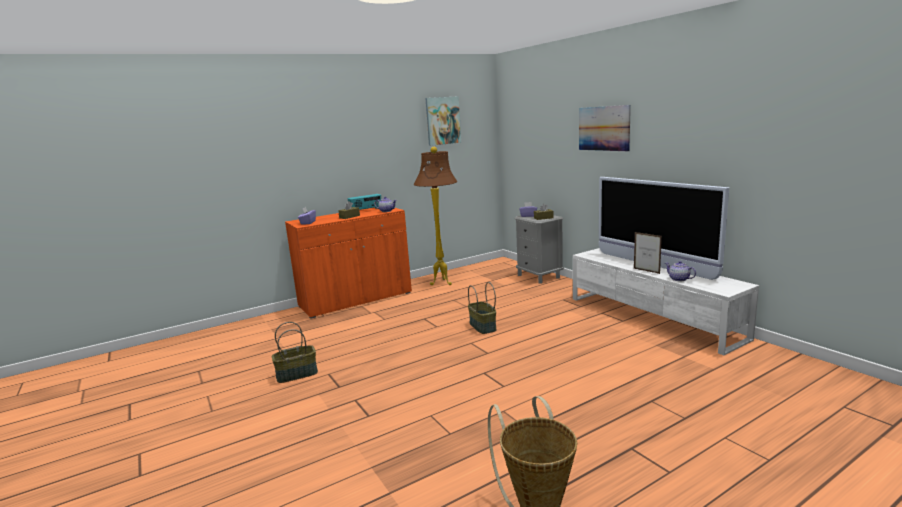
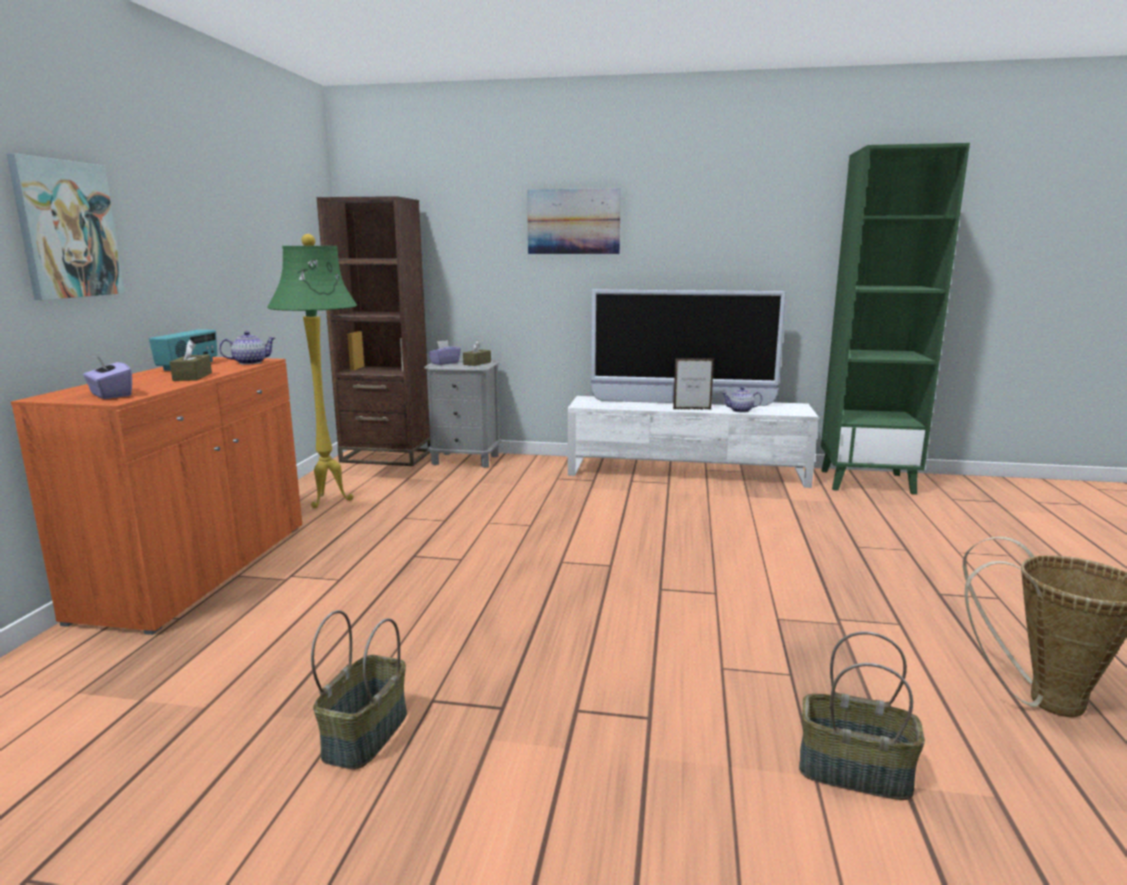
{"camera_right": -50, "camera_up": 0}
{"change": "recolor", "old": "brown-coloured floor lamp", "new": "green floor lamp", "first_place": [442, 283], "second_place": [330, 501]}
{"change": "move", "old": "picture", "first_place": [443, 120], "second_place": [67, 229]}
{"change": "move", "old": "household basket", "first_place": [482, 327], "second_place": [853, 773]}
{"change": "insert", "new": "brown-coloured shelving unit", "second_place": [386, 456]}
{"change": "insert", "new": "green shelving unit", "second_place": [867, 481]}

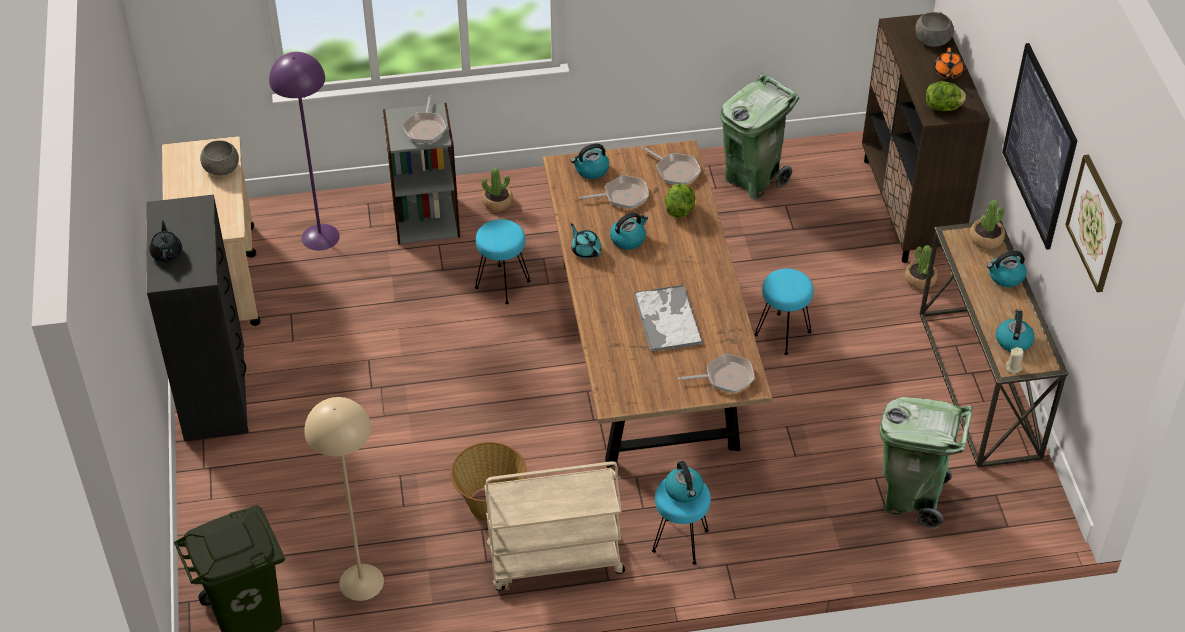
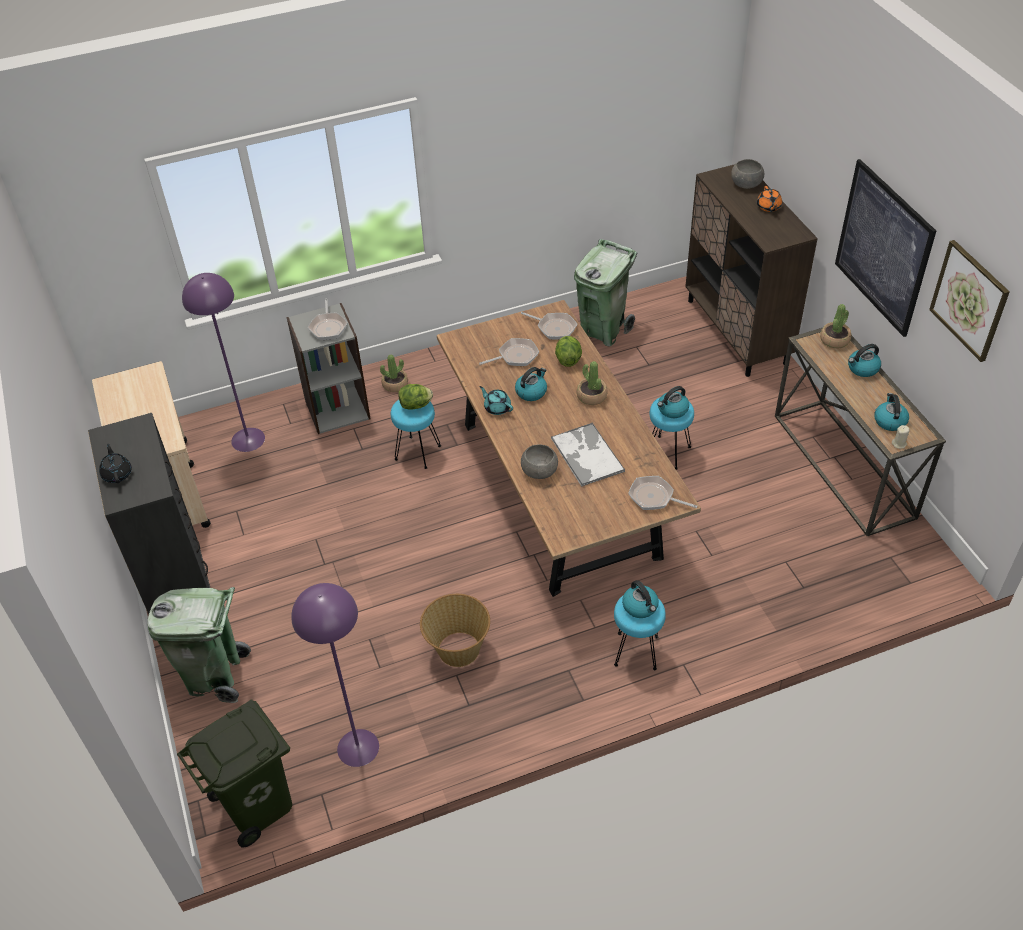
{"camera_right": -10, "camera_up": 0}
{"change": "move", "old": "gray bowl", "first_place": [222, 168], "second_place": [540, 471]}
{"change": "recolor", "old": "beige floor lamp", "new": "purplish floor lamp", "first_place": [361, 581], "second_place": [357, 747]}
{"change": "delete", "old": "beige trolley", "first_place": [554, 561]}
{"change": "move", "old": "kettle", "first_place": [591, 170], "second_place": [672, 410]}
{"change": "rotate", "old": "pan", "first_place": [725, 377], "second_place": [654, 497], "degrees": -135}
{"change": "move", "old": "green trash can", "first_place": [912, 497], "second_place": [215, 676]}
{"change": "move", "old": "potted plant", "first_place": [920, 279], "second_place": [591, 396]}
{"change": "move", "old": "lettuce head", "first_place": [943, 108], "second_place": [416, 405]}

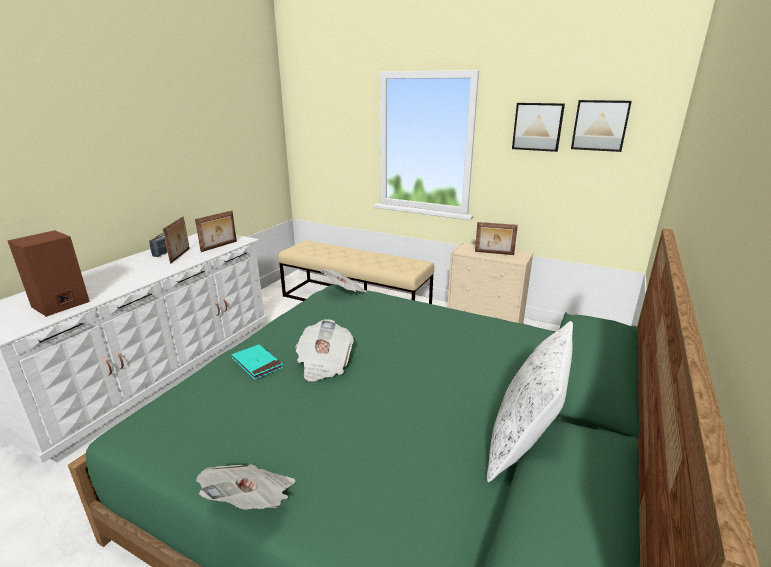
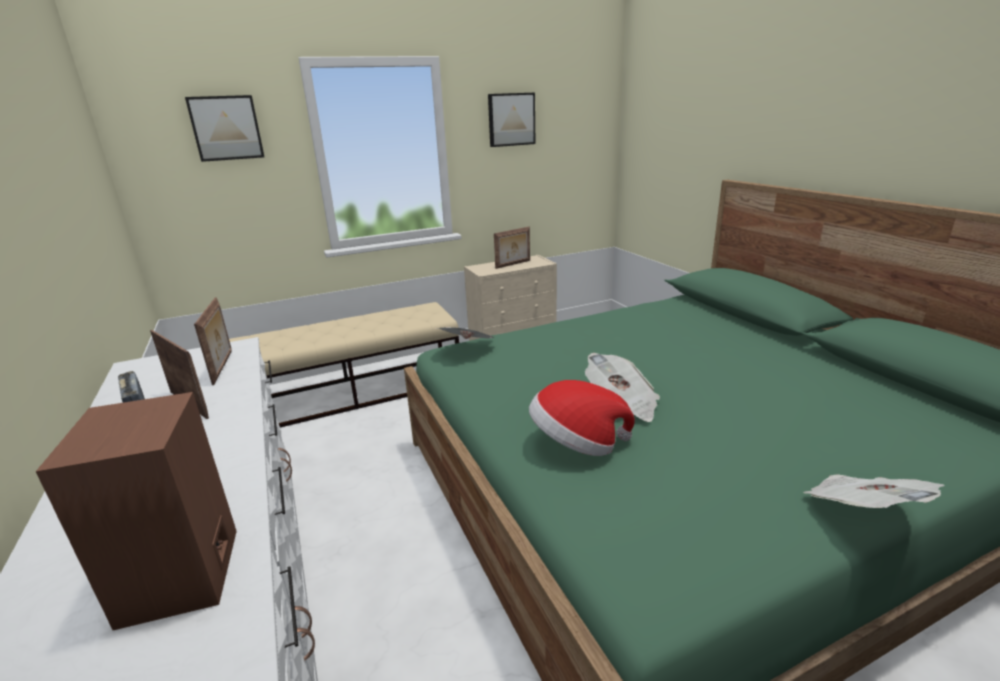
{"camera_right": -50, "camera_up": 0}
{"change": "replace", "old": "turquoise book", "new": "hat", "first_place": [257, 363], "second_place": [576, 444]}
{"change": "delete", "old": "white pillow", "first_place": [524, 444]}
{"change": "move", "old": "picture", "first_place": [600, 125], "second_place": [226, 128]}

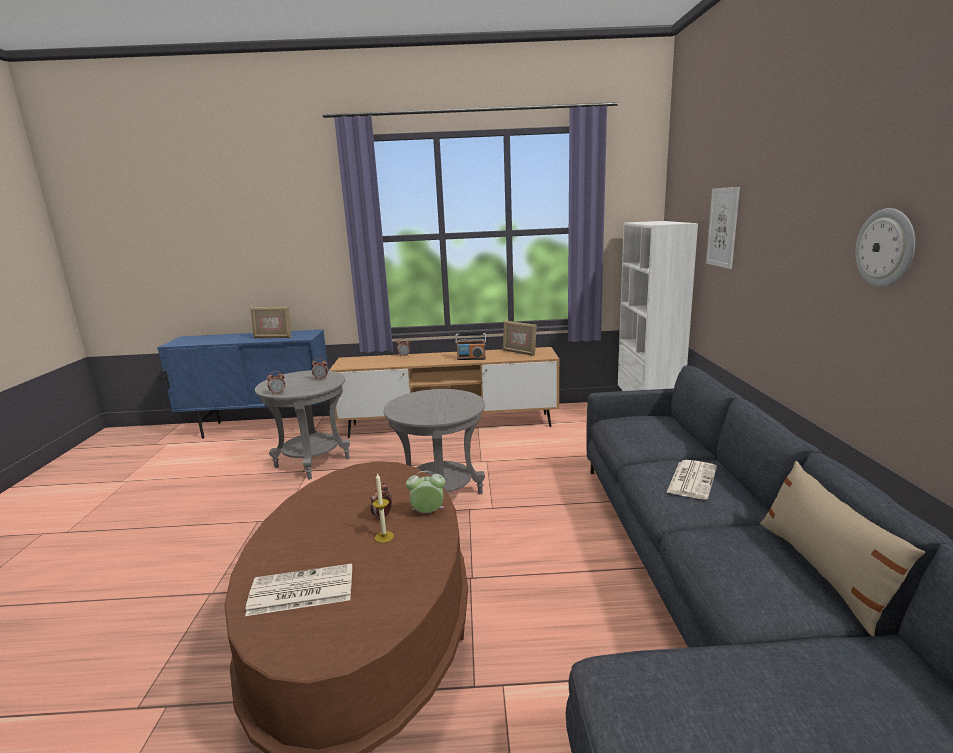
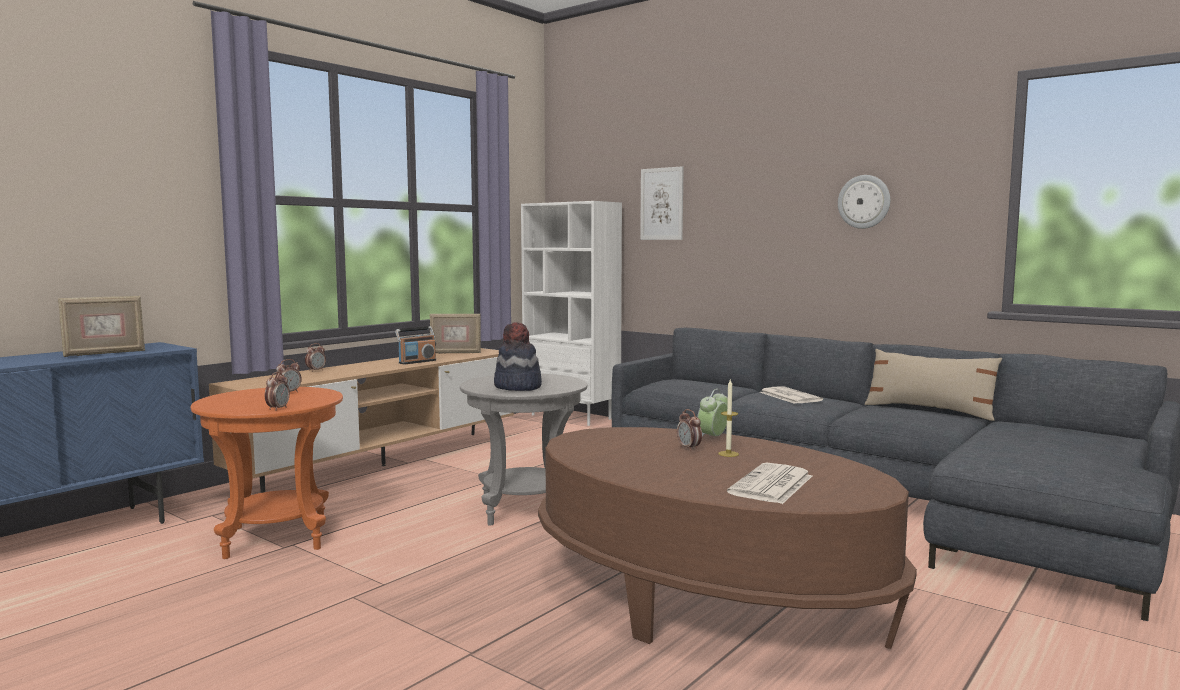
{"camera_right": -50, "camera_up": -10}
{"change": "recolor", "old": "gray side table", "new": "orange side table", "first_place": [312, 462], "second_place": [276, 537]}
{"change": "insert", "new": "hat", "second_place": [517, 387]}

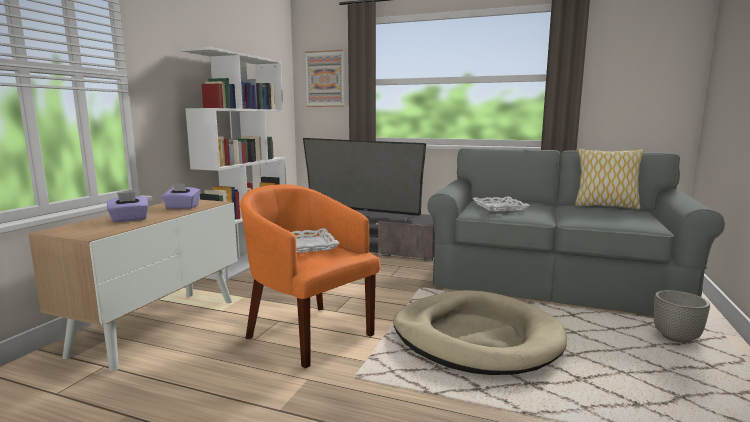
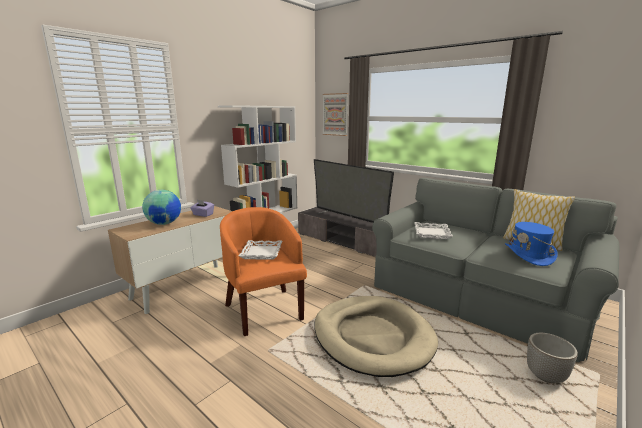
{"camera_right": 20, "camera_up": 5}
{"change": "replace", "old": "purplish box of tissues", "new": "desk globe", "first_place": [129, 219], "second_place": [164, 223]}
{"change": "insert", "new": "blue-coloured hat", "second_place": [529, 255]}

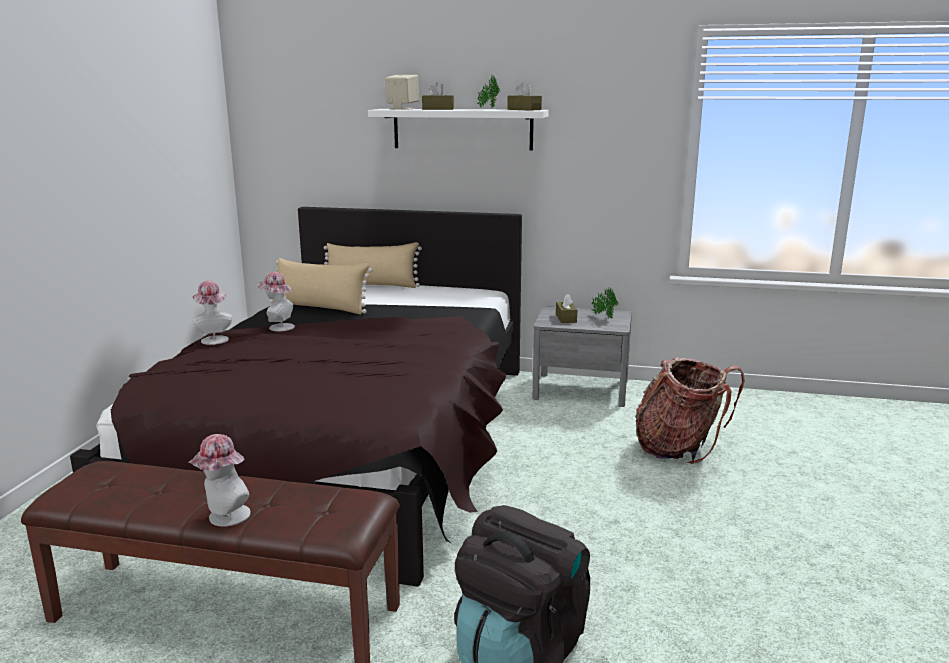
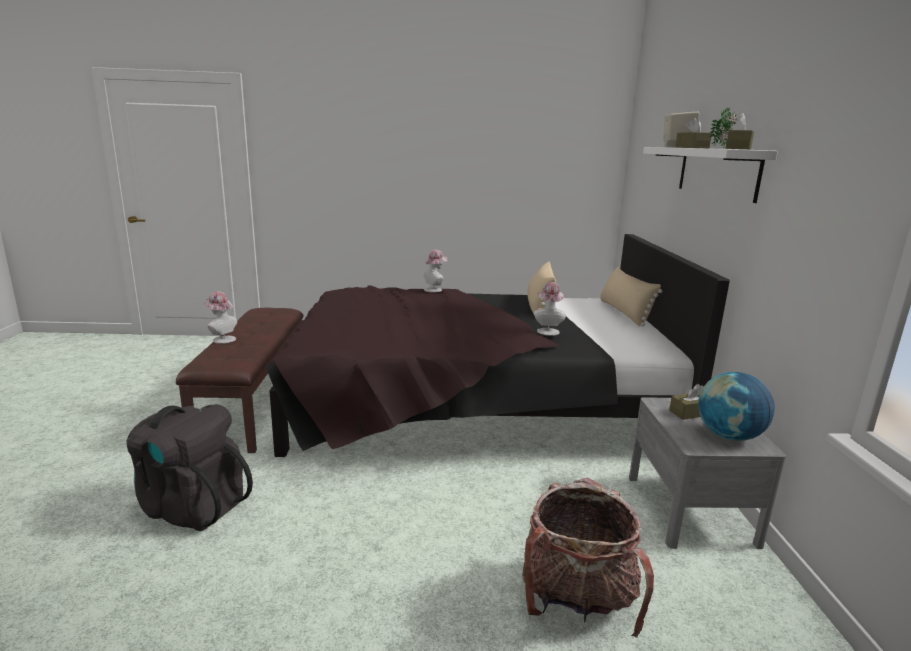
{"camera_right": 75, "camera_up": 0}
{"change": "move", "old": "hat", "first_place": [278, 327], "second_place": [547, 330]}
{"change": "replace", "old": "potted plant", "new": "desk globe", "first_place": [604, 317], "second_place": [729, 436]}

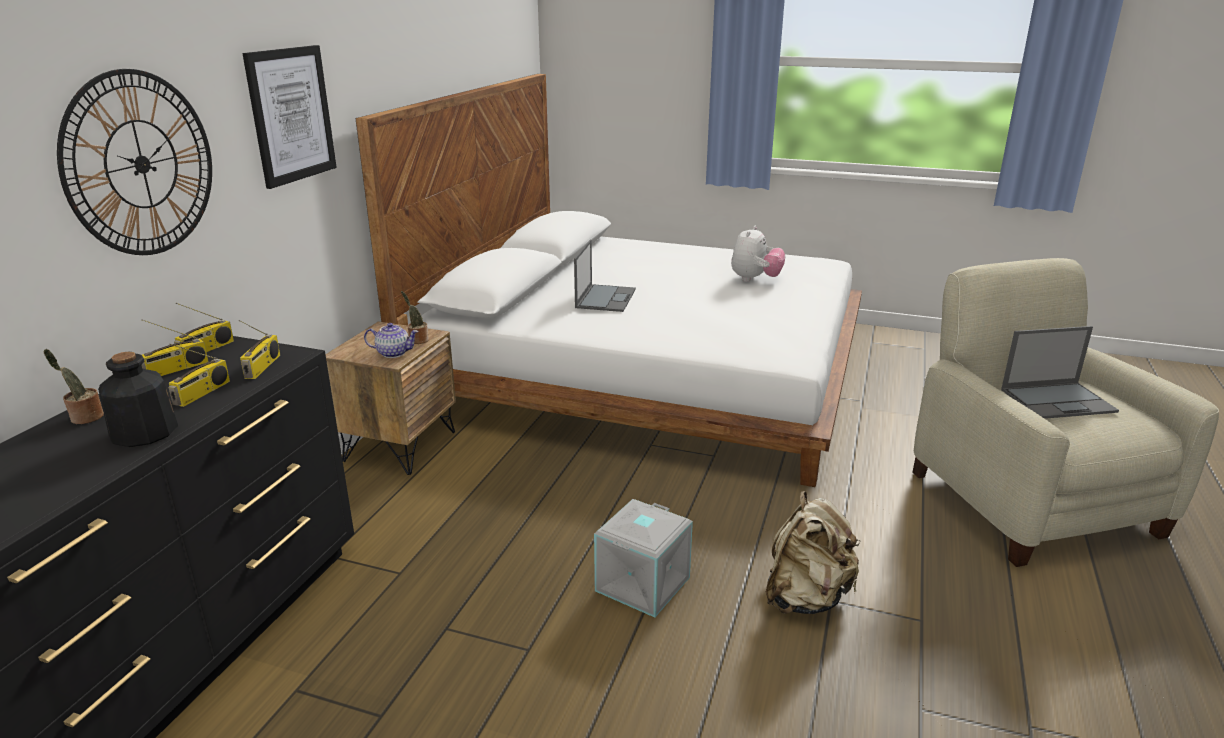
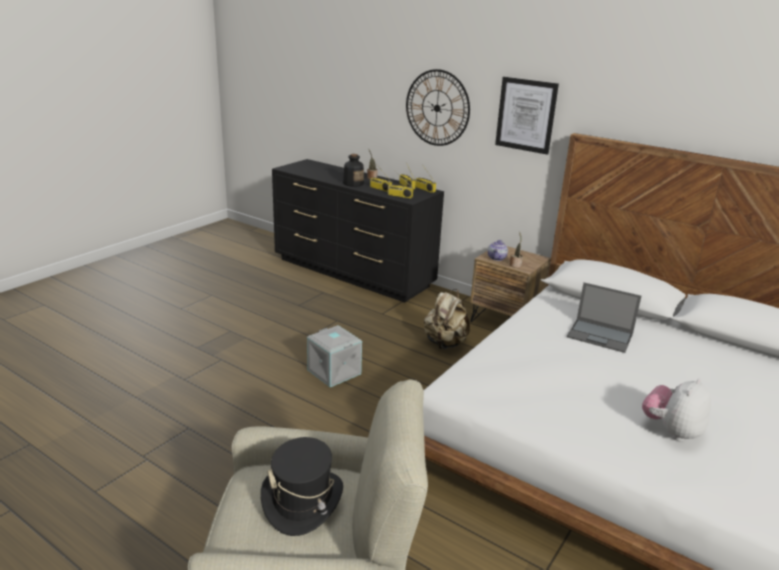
{"camera_right": 105, "camera_up": 0}
{"change": "rotate", "old": "cuddly toy", "first_place": [755, 279], "second_place": [671, 431], "degrees": 90}
{"change": "move", "old": "beige rucksack", "first_place": [806, 598], "second_place": [445, 344]}
{"change": "replace", "old": "laptop", "new": "blackish hat", "first_place": [1058, 400], "second_place": [302, 501]}

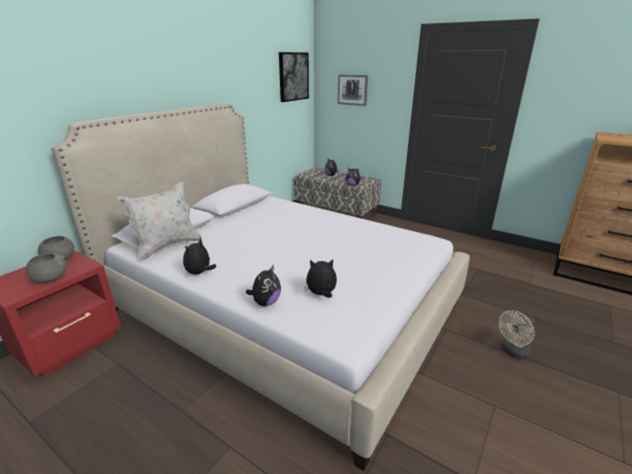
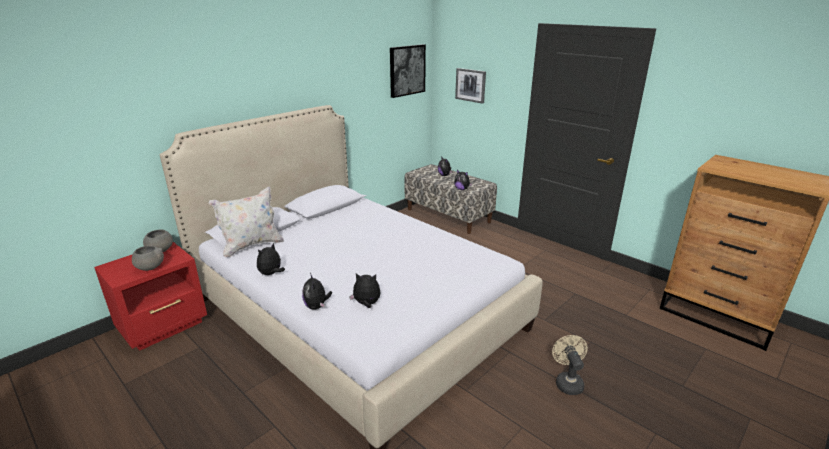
{"camera_right": 10, "camera_up": 0}
{"change": "rotate", "old": "cuddly toy", "first_place": [266, 302], "second_place": [317, 306], "degrees": 120}
{"change": "rotate", "old": "beige cooling fan", "first_place": [513, 352], "second_place": [567, 382], "degrees": 105}

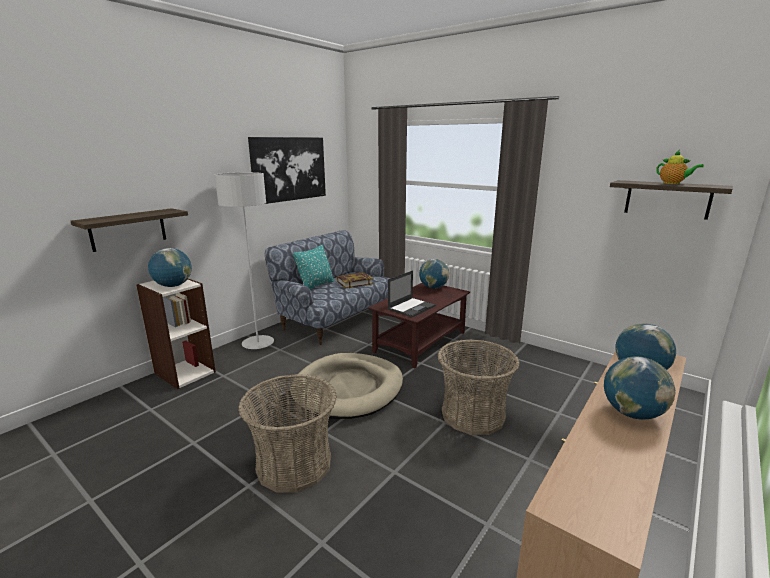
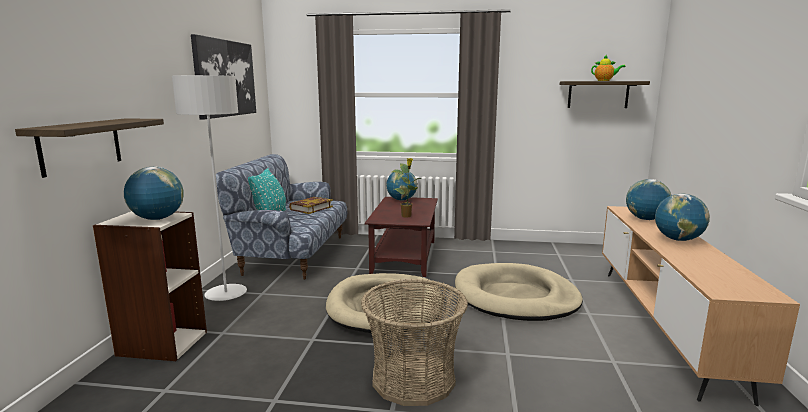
{"camera_right": -30, "camera_up": -5}
{"change": "replace", "old": "laptop", "new": "potted plant", "first_place": [412, 307], "second_place": [407, 216]}
{"change": "replace", "old": "household basket", "new": "beige dog bed", "first_place": [473, 415], "second_place": [515, 297]}

